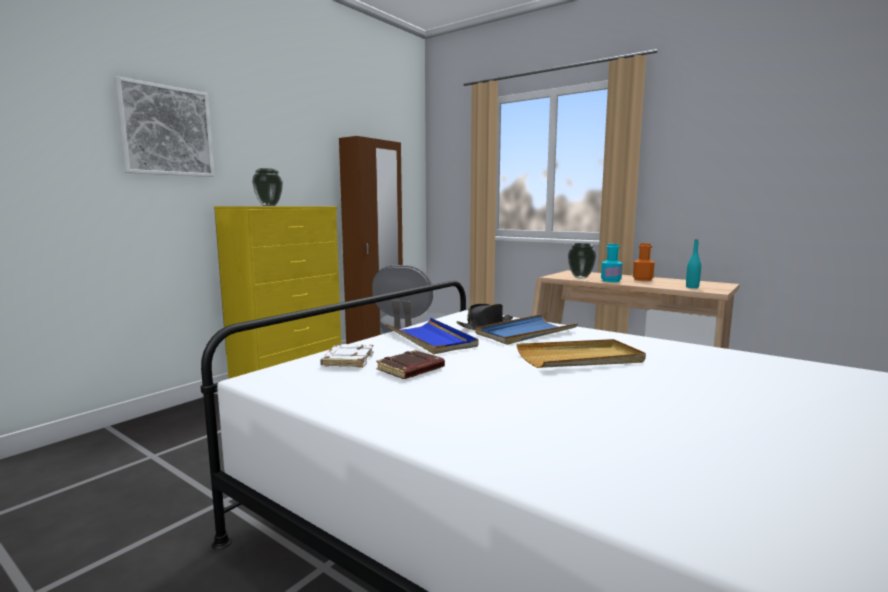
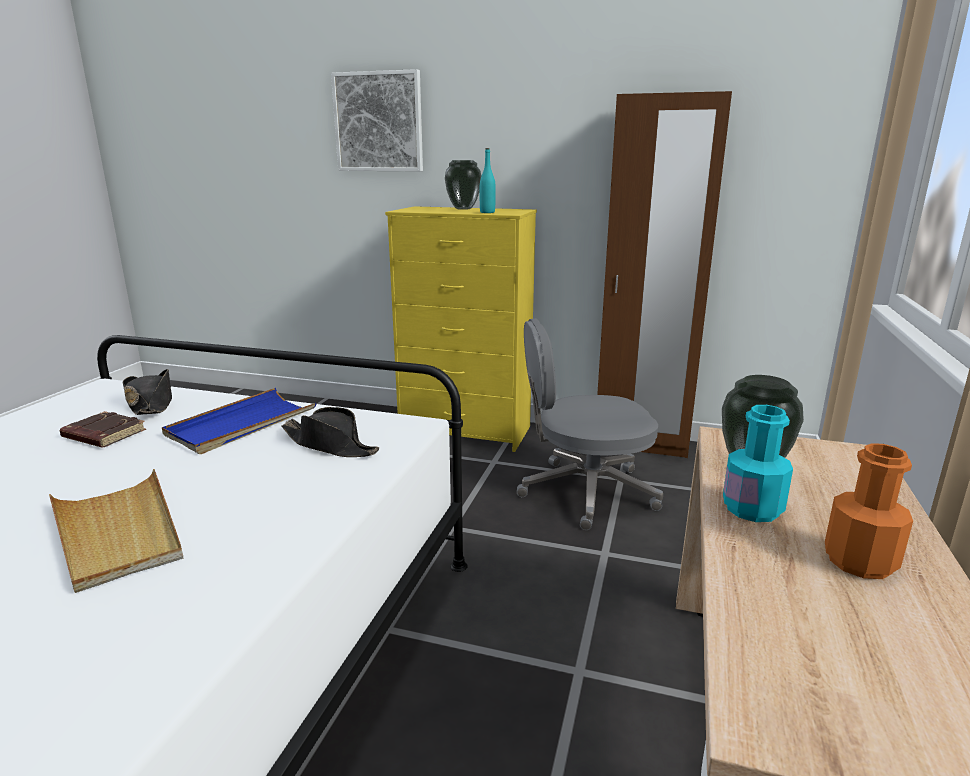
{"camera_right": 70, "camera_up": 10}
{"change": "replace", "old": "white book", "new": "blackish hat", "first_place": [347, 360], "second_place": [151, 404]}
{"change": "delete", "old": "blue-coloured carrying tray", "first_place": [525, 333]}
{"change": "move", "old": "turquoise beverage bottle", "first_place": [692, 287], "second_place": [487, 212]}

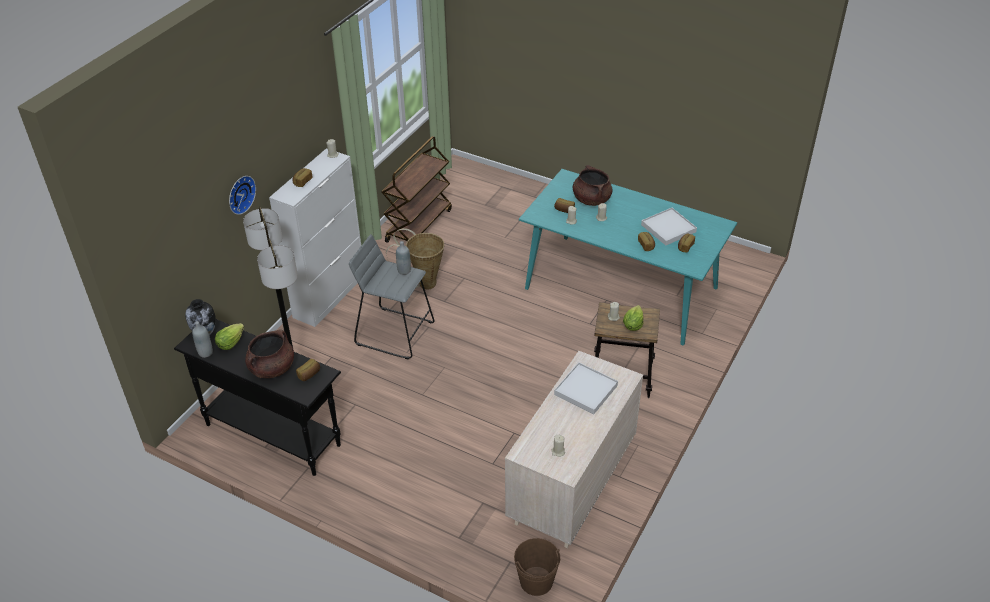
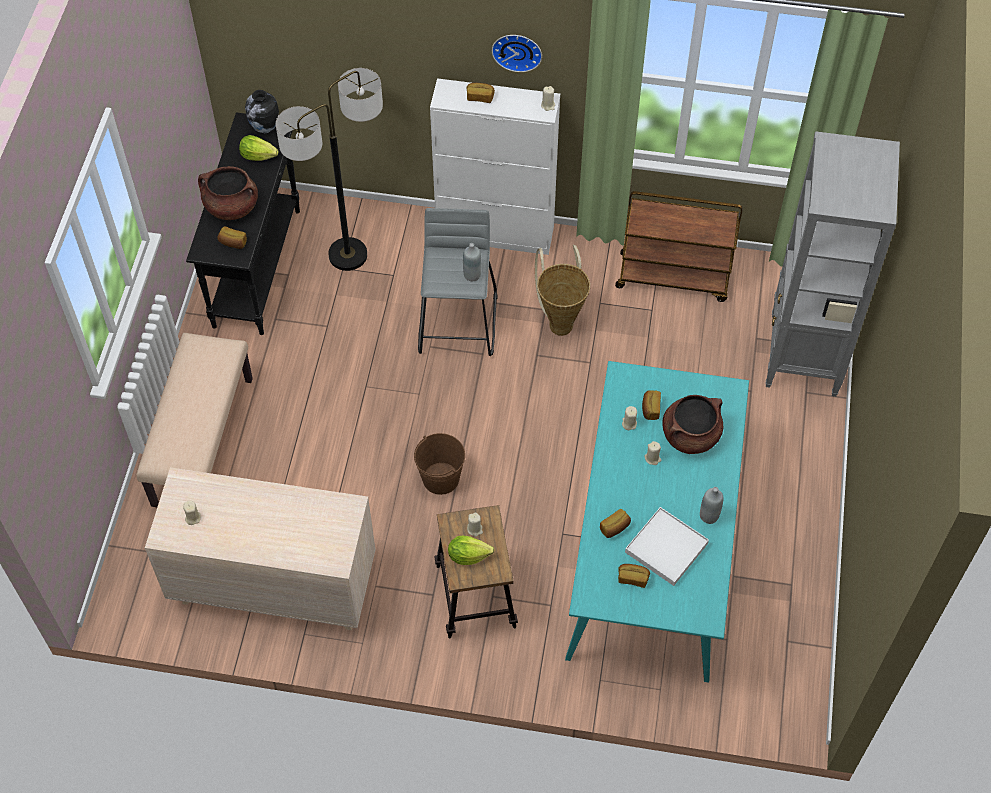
{"camera_right": 70, "camera_up": 15}
{"change": "move", "old": "gray beverage bottle", "first_place": [205, 352], "second_place": [709, 516]}
{"change": "move", "old": "clock on the wall", "first_place": [239, 194], "second_place": [517, 50]}
{"change": "move", "old": "brown-coloured bucket", "first_place": [536, 581], "second_place": [440, 478]}
{"change": "delete", "old": "white carrying tray", "first_place": [585, 390]}
{"change": "insert", "new": "beige bench", "second_place": [202, 440]}
{"change": "insert", "new": "gray shelving unit", "second_place": [803, 355]}

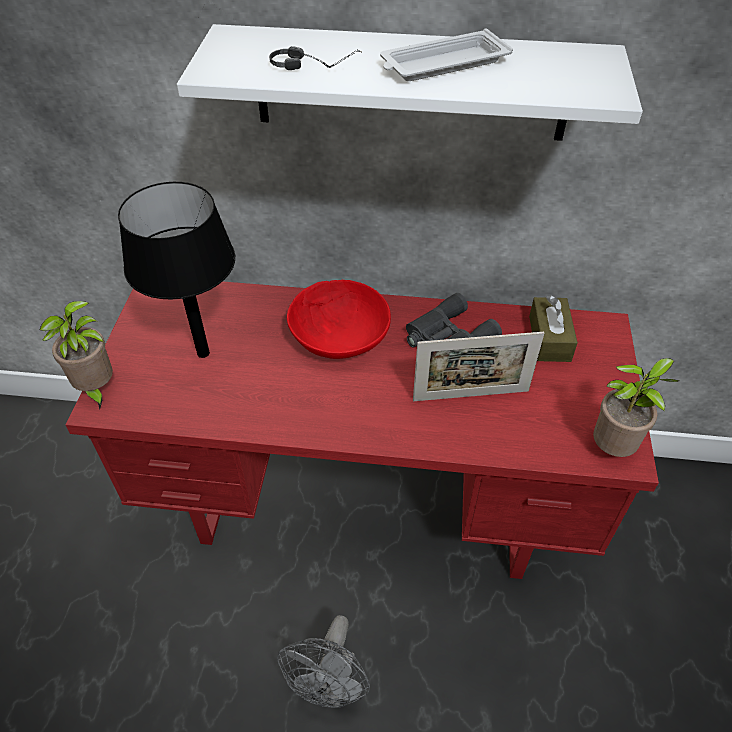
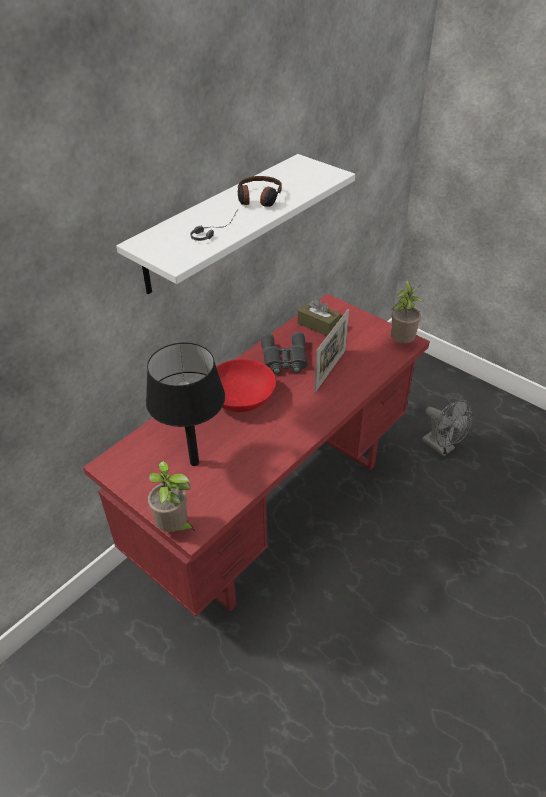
{"camera_right": -55, "camera_up": -5}
{"change": "move", "old": "gray cooling fan", "first_place": [330, 686], "second_place": [442, 447]}
{"change": "replace", "old": "white carrying tray", "new": "headset", "first_place": [442, 64], "second_place": [258, 198]}

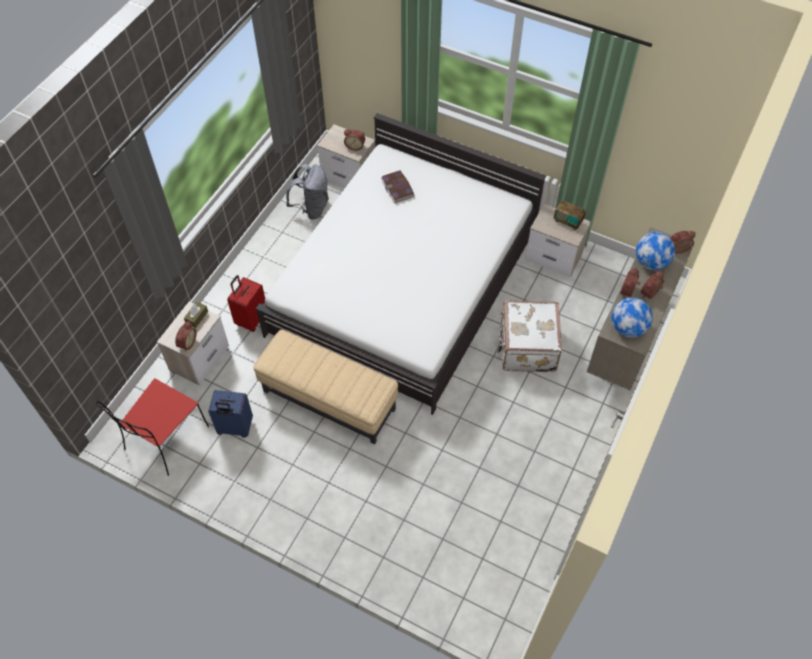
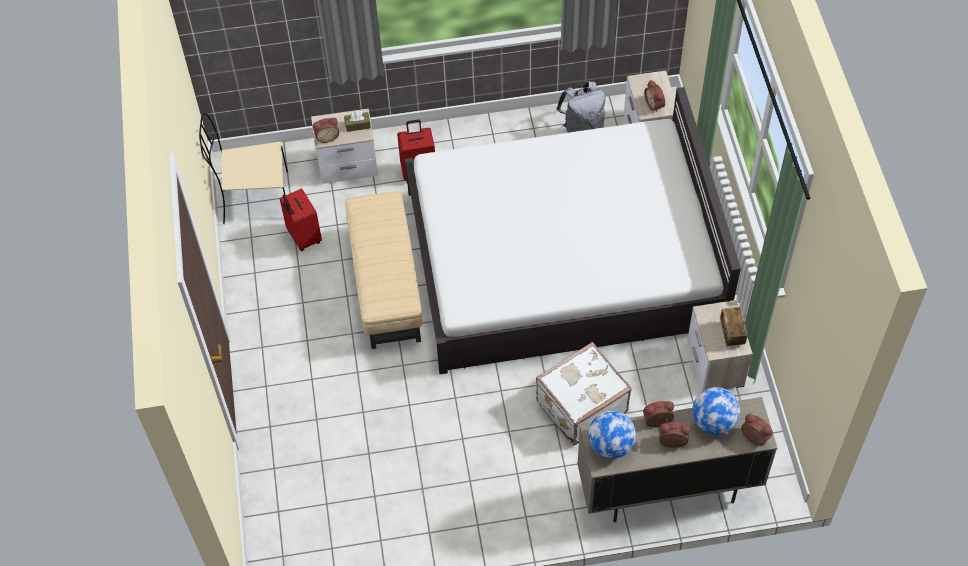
{"camera_right": 55, "camera_up": 0}
{"change": "recolor", "old": "red-coloured upright chair", "new": "beige upright chair", "first_place": [165, 439], "second_place": [253, 198]}
{"change": "recolor", "old": "blue-coloured travel case", "new": "red-coloured travel case", "first_place": [235, 428], "second_place": [303, 237]}
{"change": "delete", "old": "book", "first_place": [397, 188]}

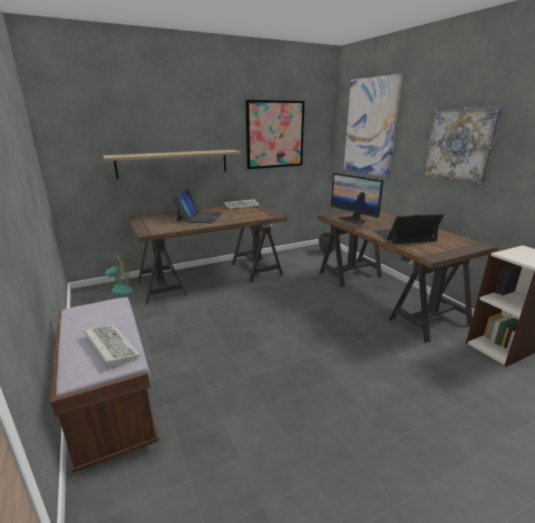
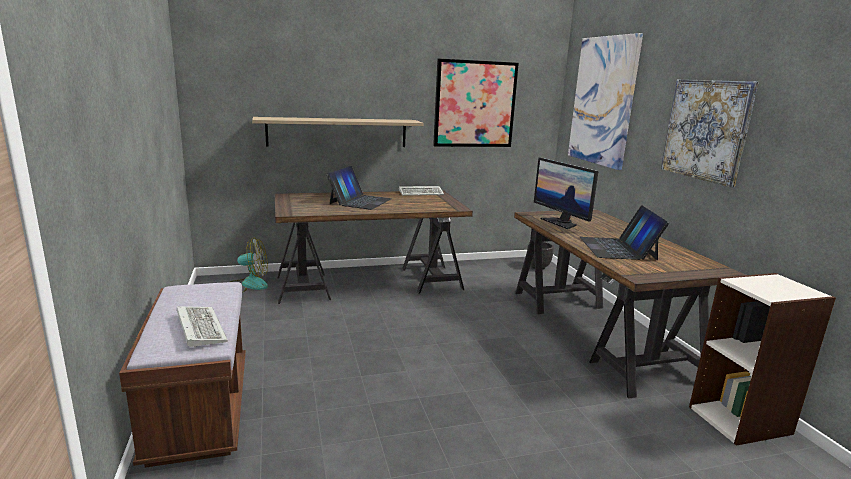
{"camera_right": 10, "camera_up": -5}
{"change": "rotate", "old": "laptop", "first_place": [404, 236], "second_place": [618, 248], "degrees": -90}

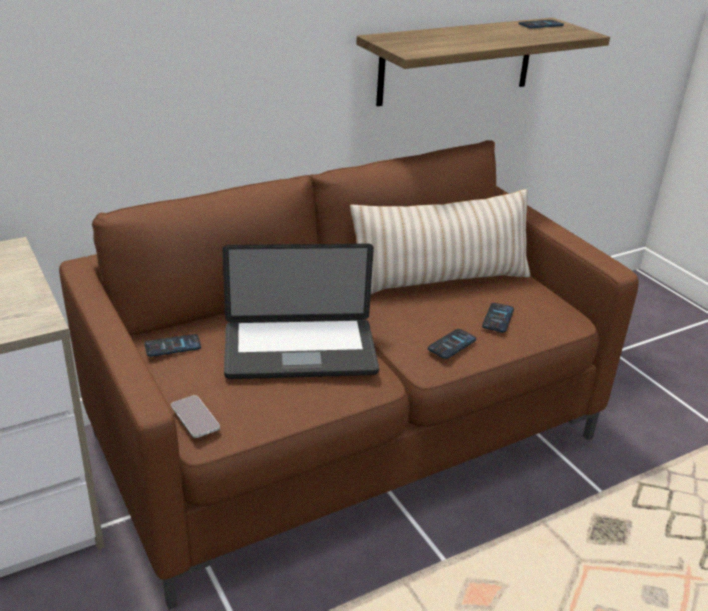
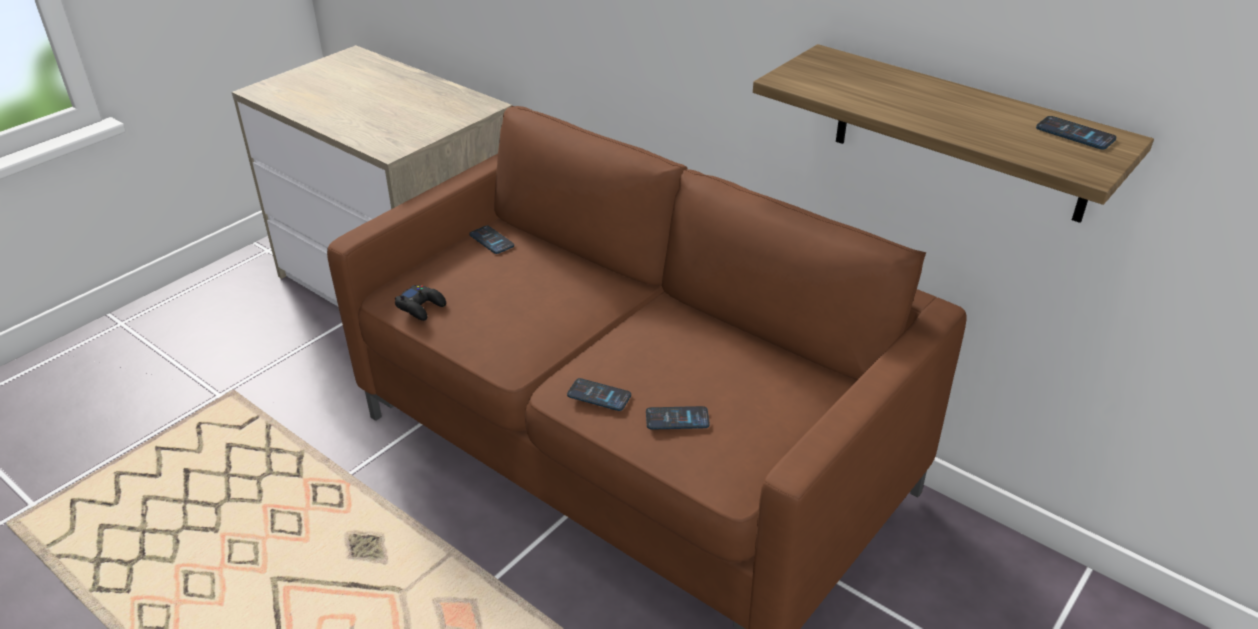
{"camera_right": 70, "camera_up": 5}
{"change": "delete", "old": "telephone", "first_place": [195, 417]}
{"change": "delete", "old": "laptop", "first_place": [300, 351]}
{"change": "delete", "old": "beige pillow", "first_place": [440, 280]}
{"change": "insert", "new": "blackish joypad", "second_place": [421, 307]}

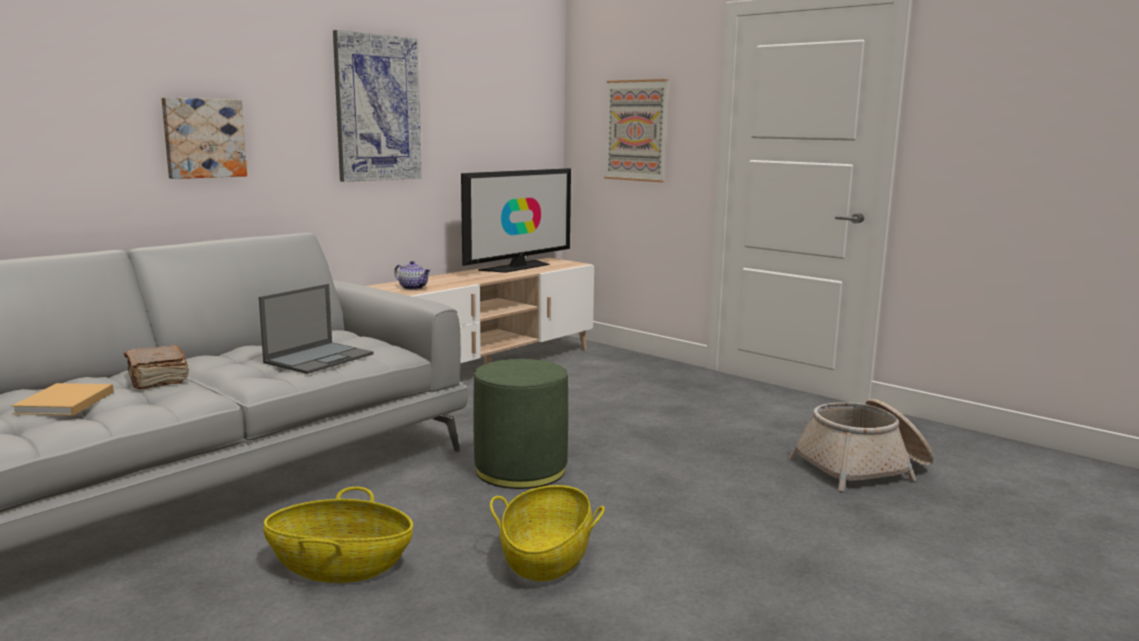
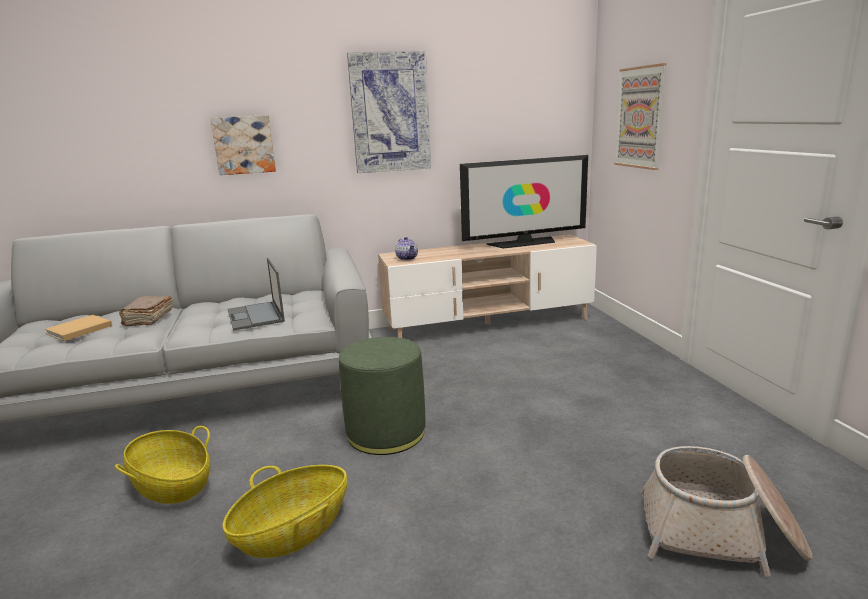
{"camera_right": 35, "camera_up": 5}
{"change": "rotate", "old": "laptop", "first_place": [320, 358], "second_place": [256, 316], "degrees": 90}

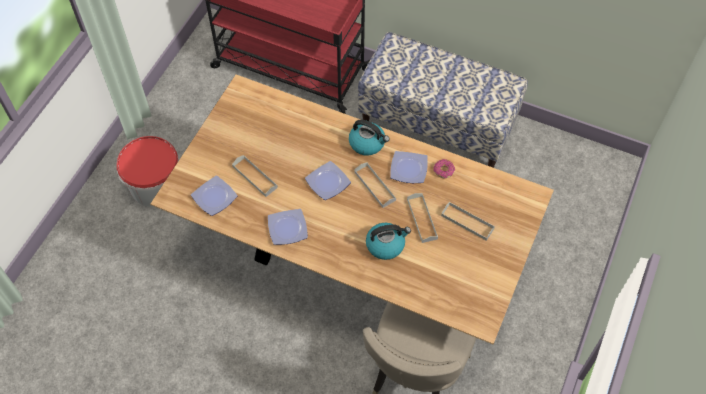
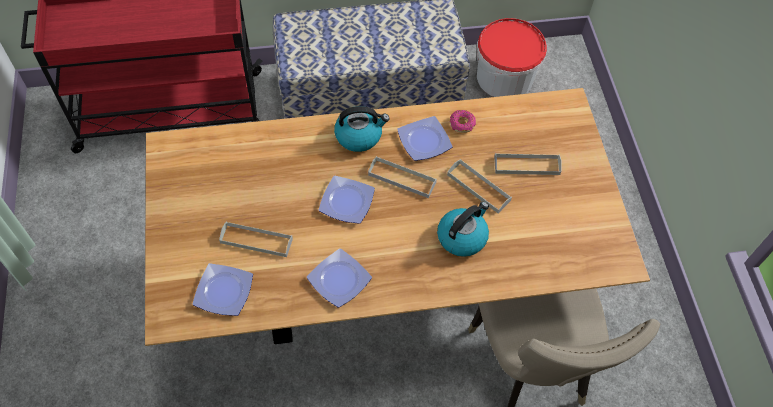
{"camera_right": -35, "camera_up": 0}
{"change": "move", "old": "bucket", "first_place": [155, 185], "second_place": [505, 77]}

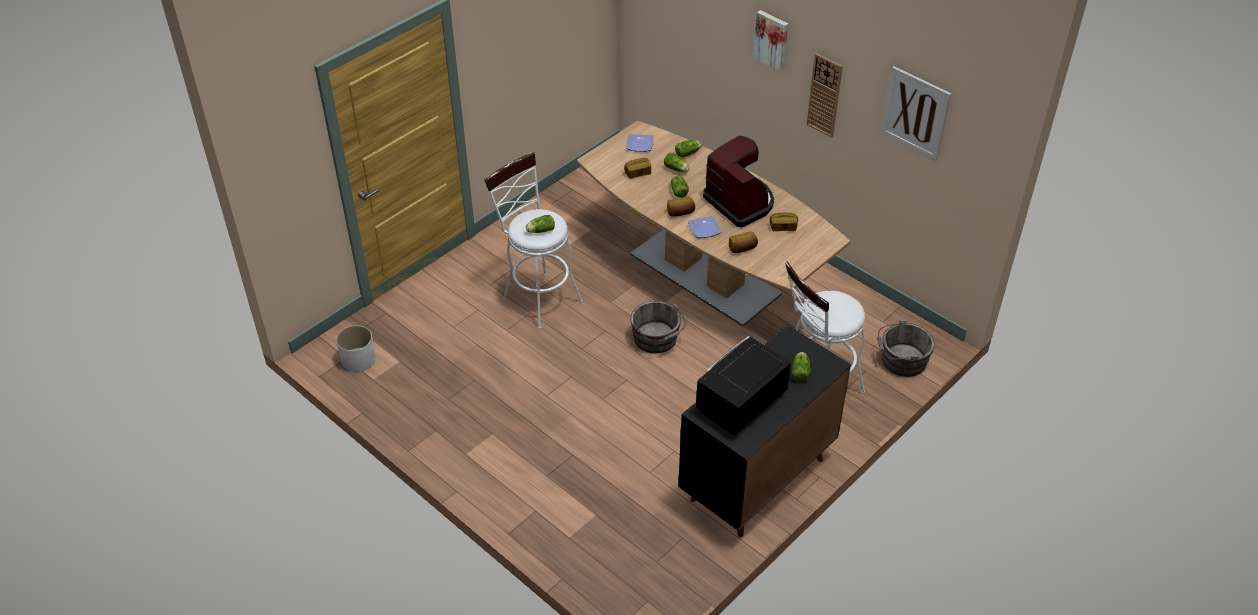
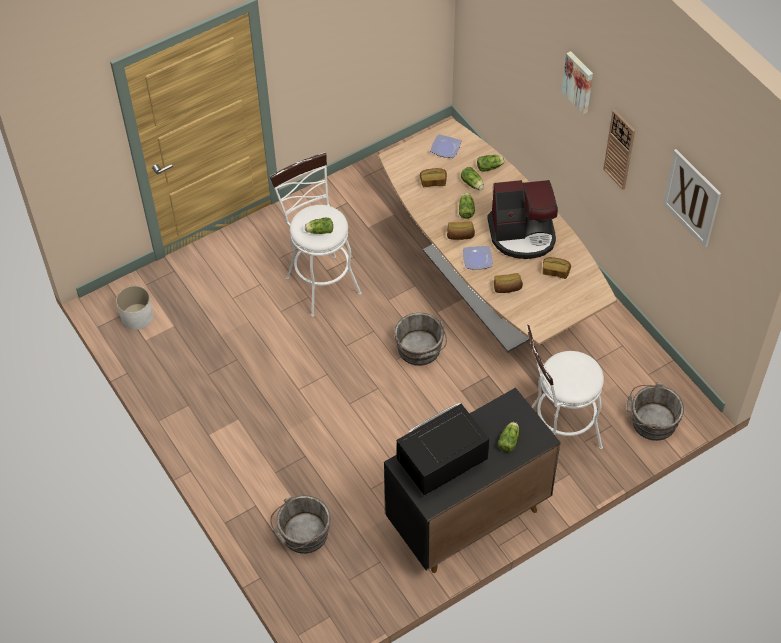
{"camera_right": 15, "camera_up": 10}
{"change": "rotate", "old": "coffee machine", "first_place": [740, 202], "second_place": [523, 235], "degrees": 105}
{"change": "insert", "new": "gray bucket", "second_place": [302, 534]}

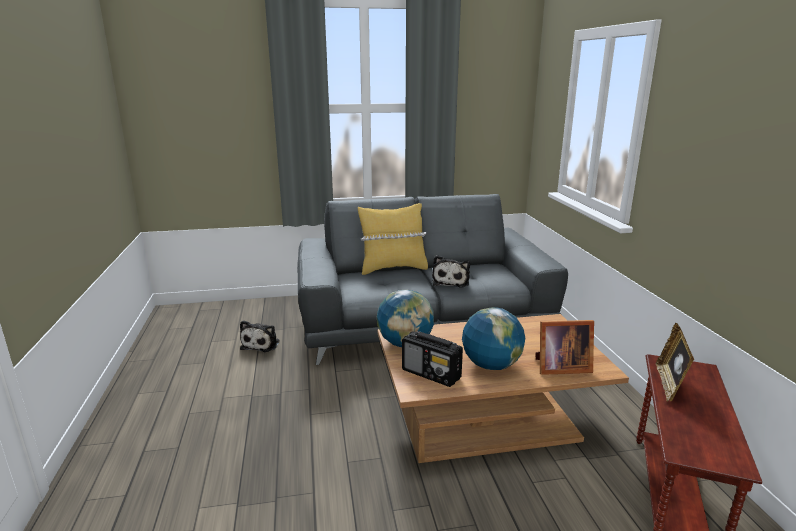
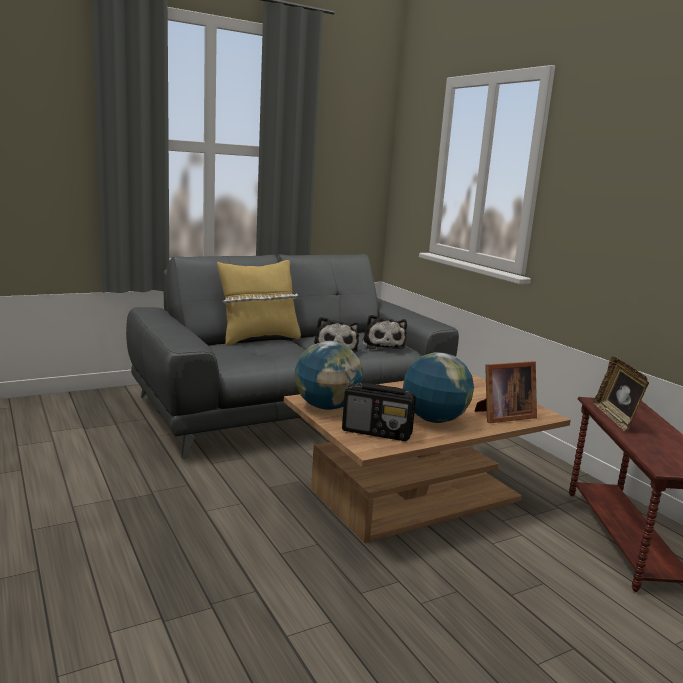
{"camera_right": -20, "camera_up": -5}
{"change": "move", "old": "cuddly toy", "first_place": [261, 344], "second_place": [382, 345]}

